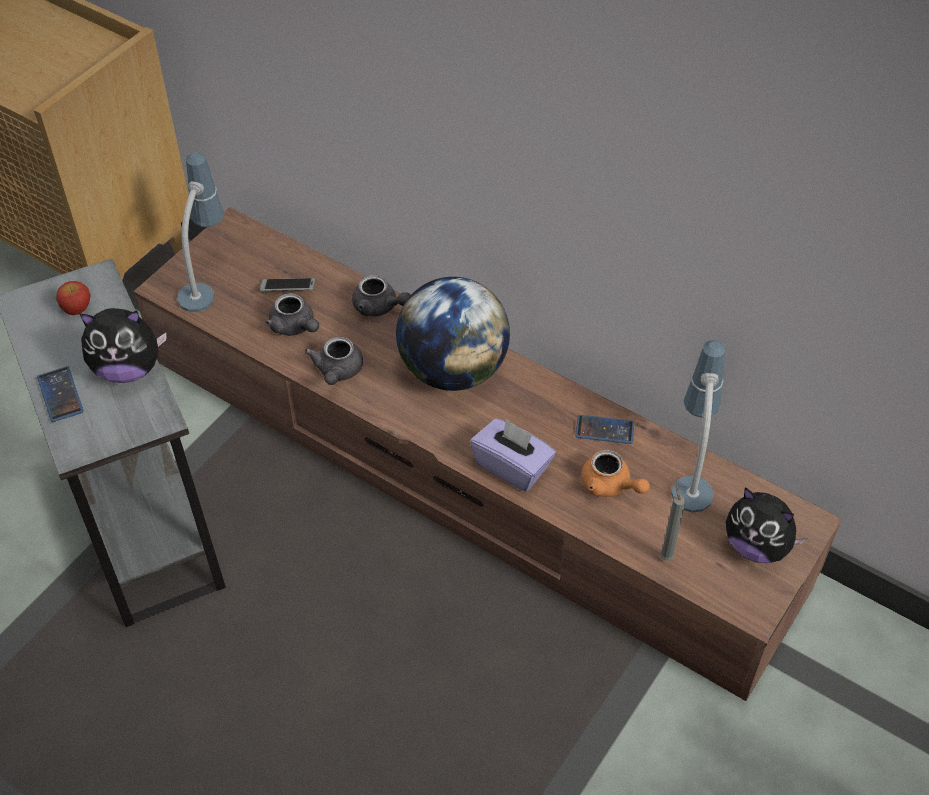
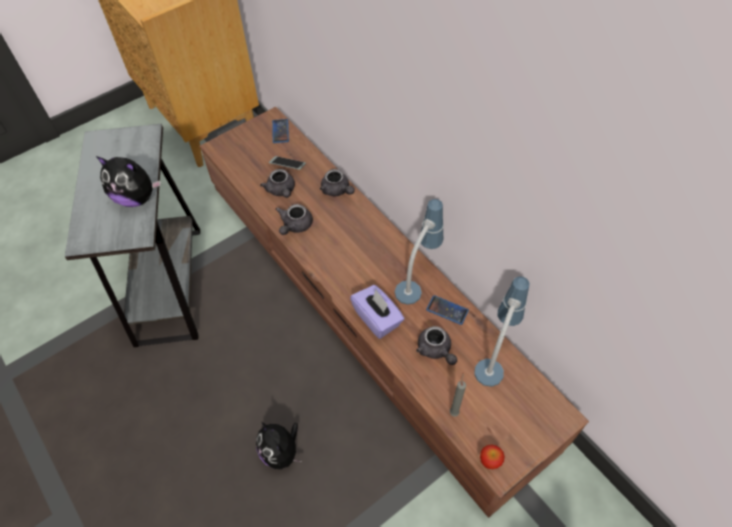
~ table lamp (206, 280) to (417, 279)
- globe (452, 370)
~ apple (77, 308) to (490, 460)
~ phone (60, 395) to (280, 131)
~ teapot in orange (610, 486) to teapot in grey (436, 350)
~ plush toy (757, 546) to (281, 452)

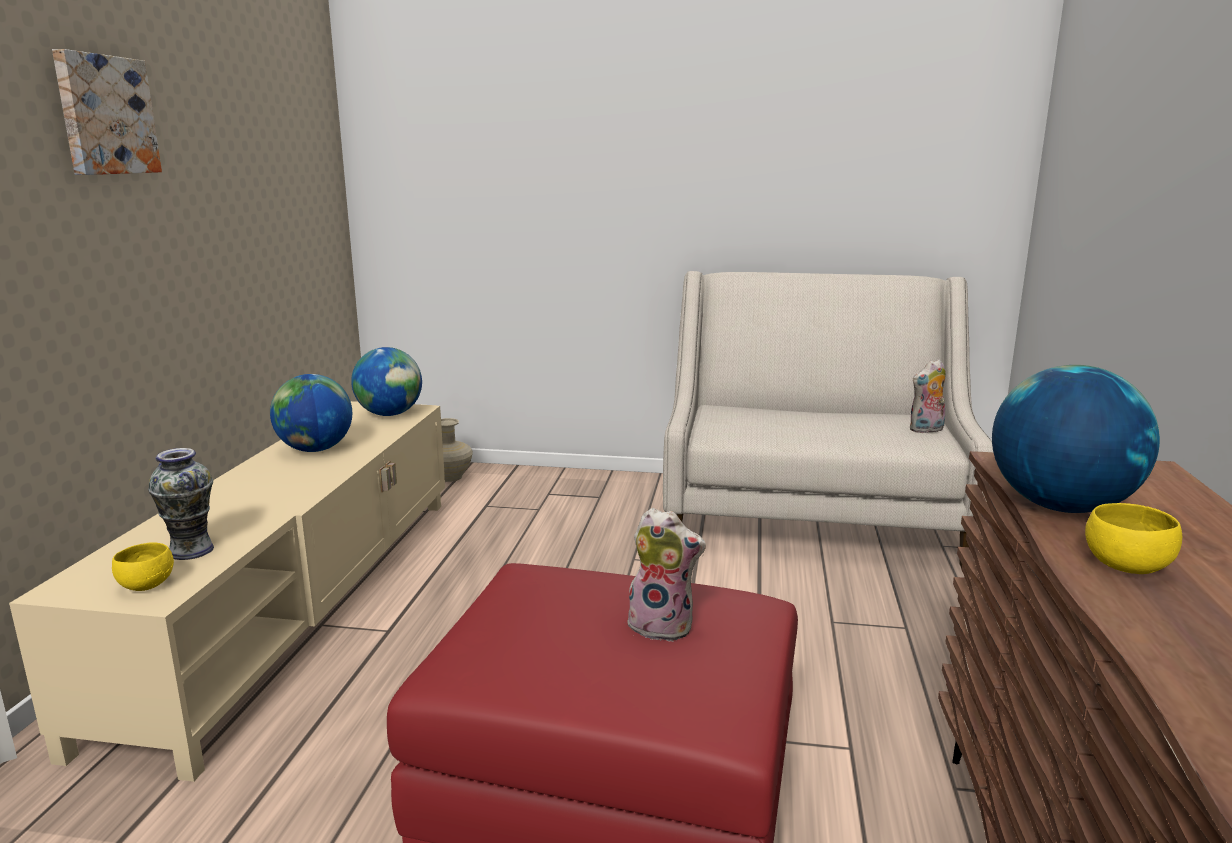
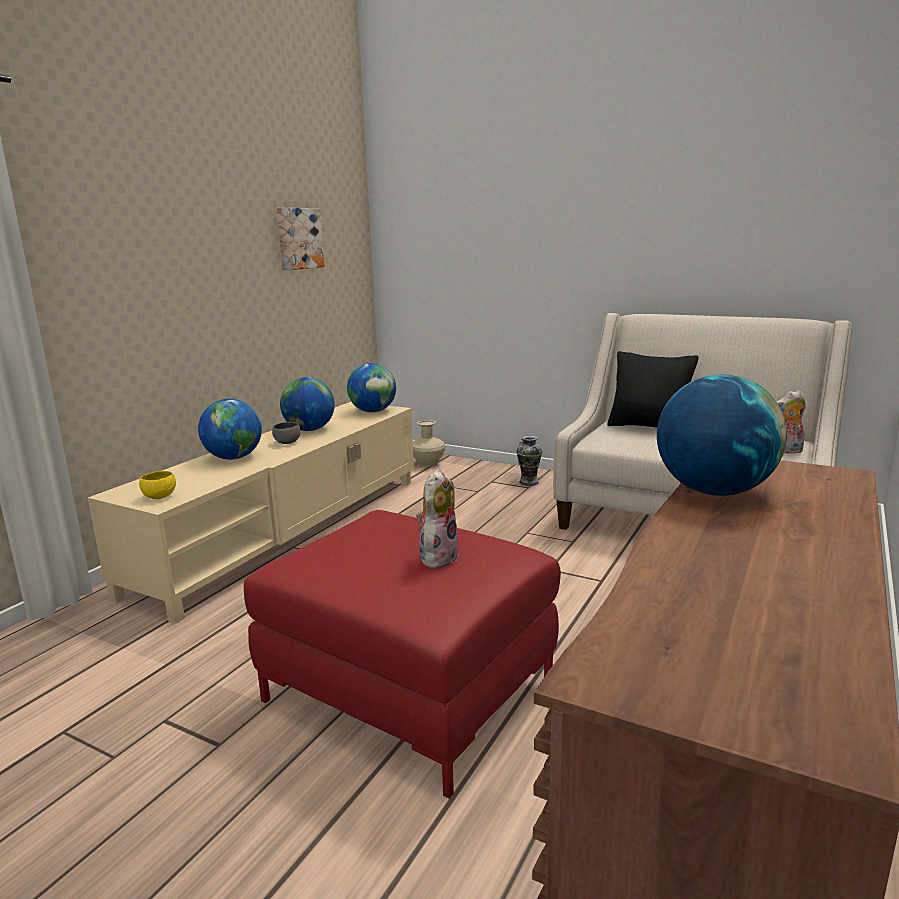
~ picture (104, 115) to (298, 238)
~ vase (190, 550) to (528, 482)
- bowl in yellow (1122, 567)
~ plush toy (663, 626) = (437, 556) 105 degrees counterclockwise
+ pillow in black (649, 427)
+ globe (233, 458)
+ bowl in grey (286, 443)

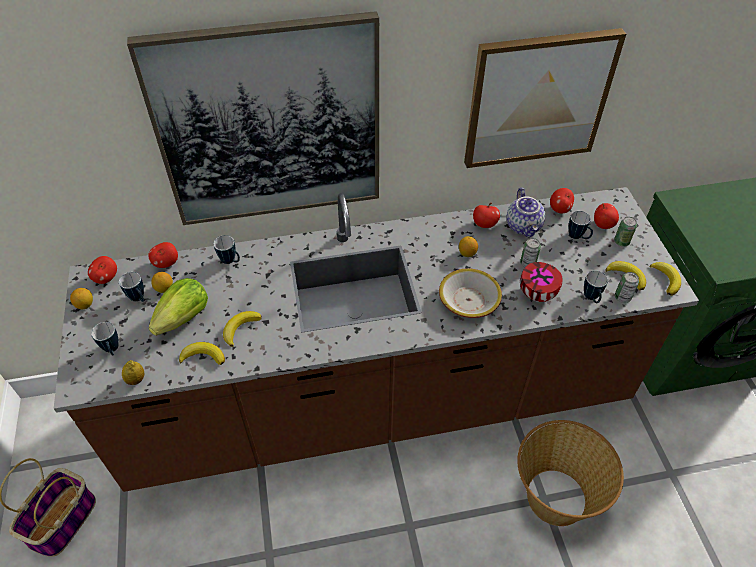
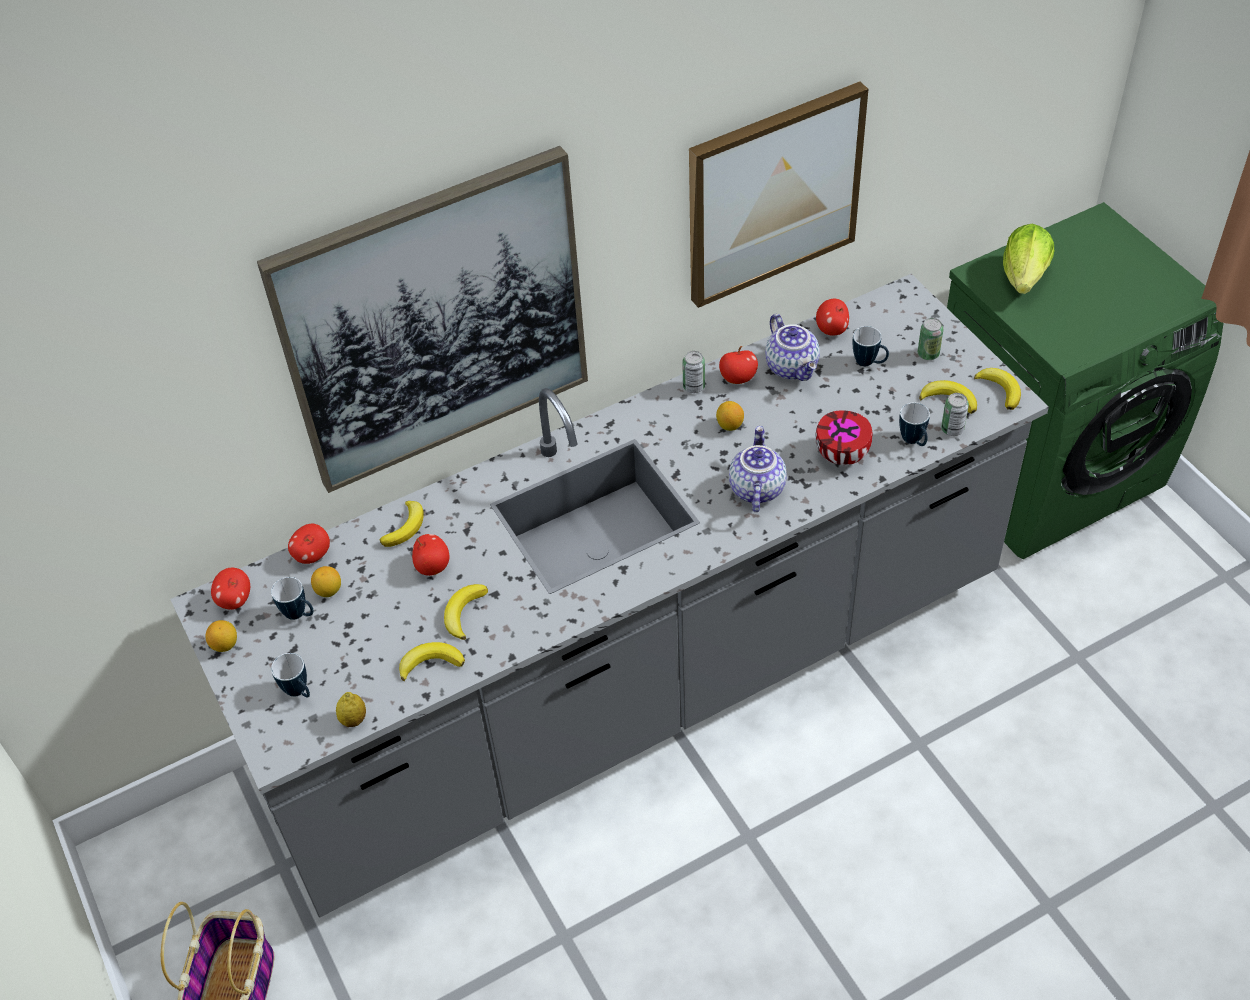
~ counter in brown (378, 401) to counter in grey (637, 683)
~ apple (603, 224) to (432, 566)
~ mug (231, 261) to banana (405, 527)
~ can (528, 263) to (694, 386)
~ bowl (468, 300) to teapot (755, 488)
~ lettuce (184, 318) to (1024, 276)
- basket (555, 496)

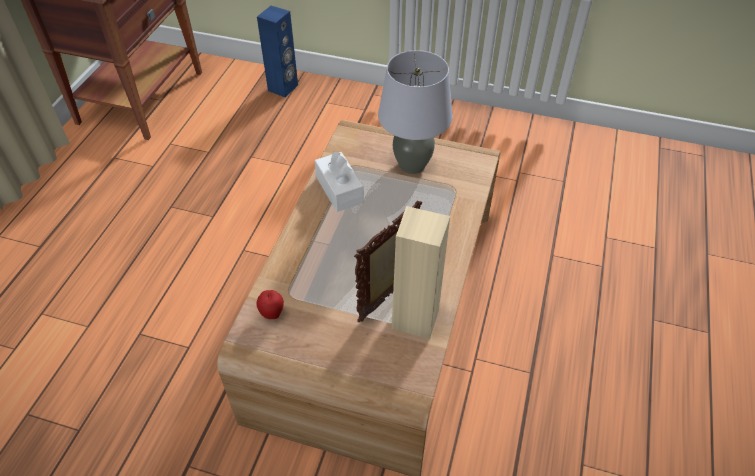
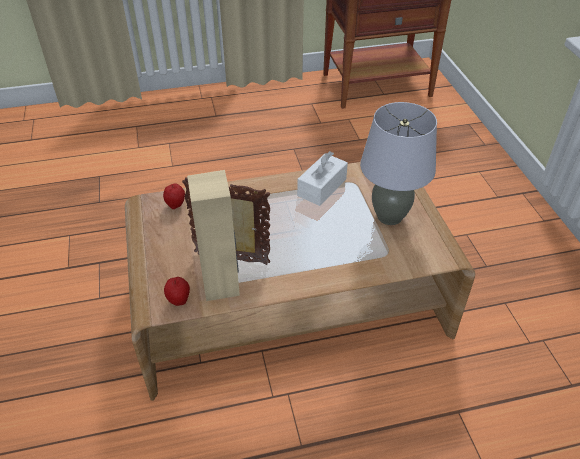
- speaker in blue (283, 88)
+ apple (179, 300)

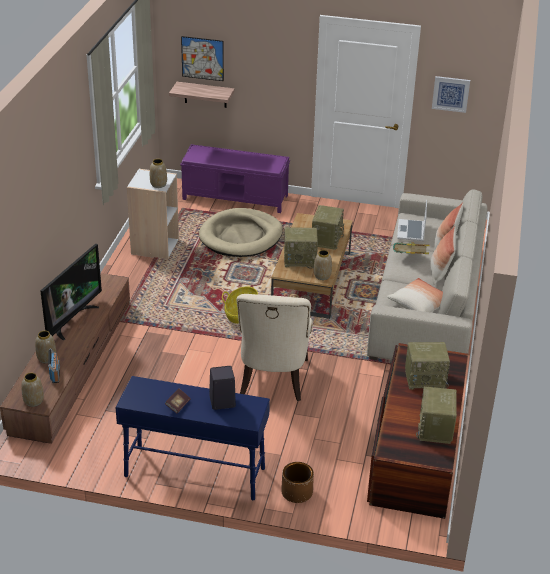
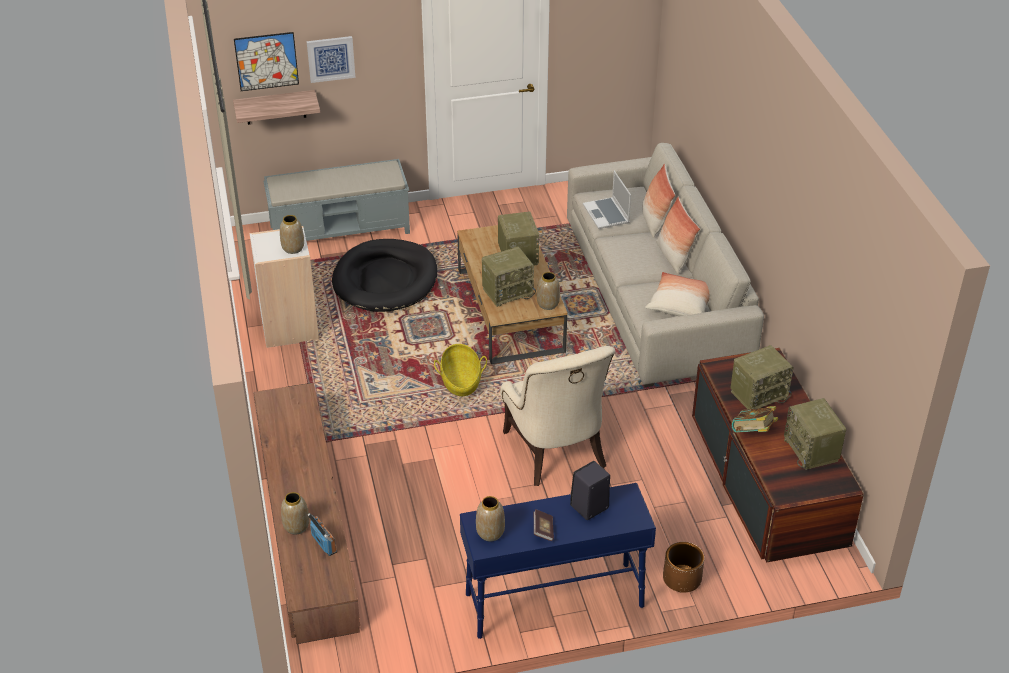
~ picture (450, 94) to (331, 58)
~ bench in purple (236, 197) to bench in grey (341, 229)
~ dog bed in beige (241, 236) to dog bed in black (385, 280)
~ book (409, 259) to (752, 433)
- television (72, 320)
~ vase (33, 401) to (490, 533)

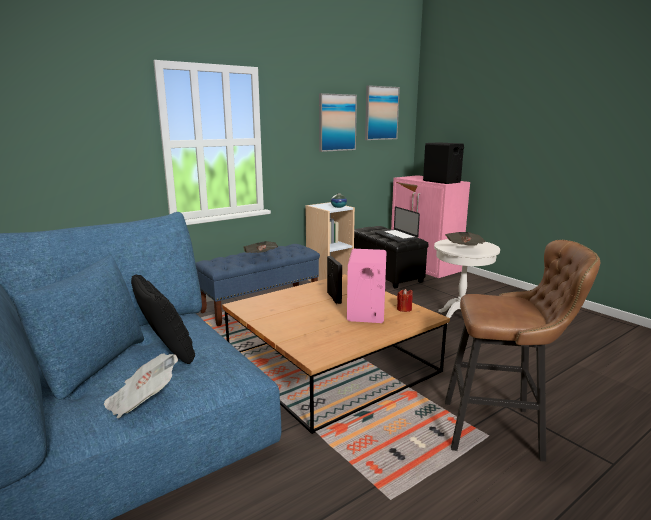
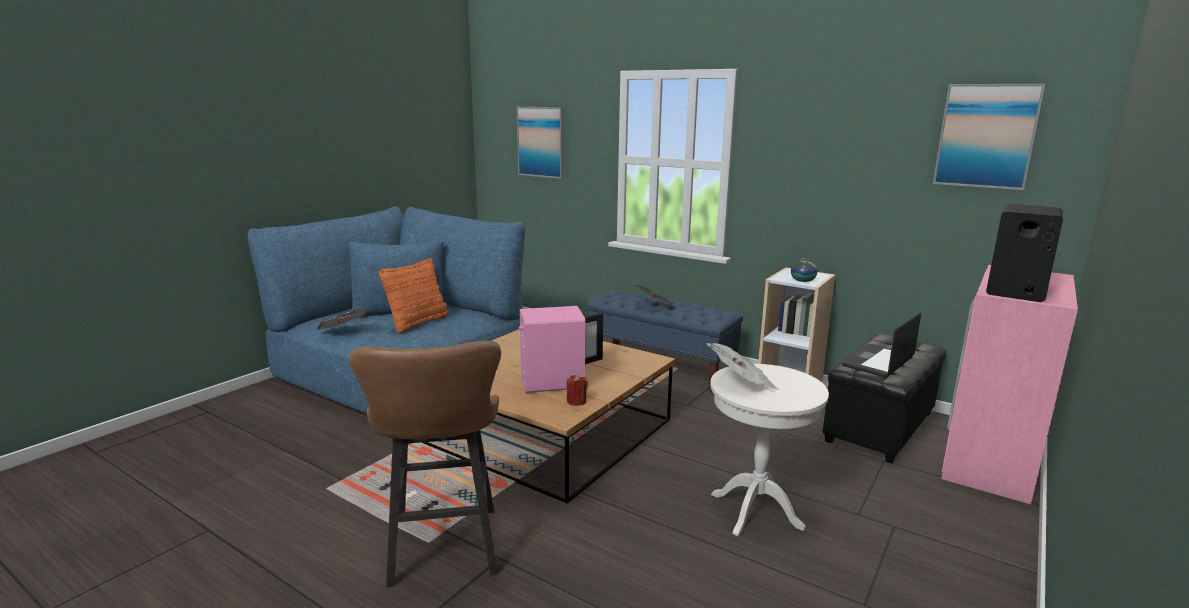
~ picture (337, 122) to (541, 142)
~ pillow in black (166, 352) to pillow in orange (417, 323)

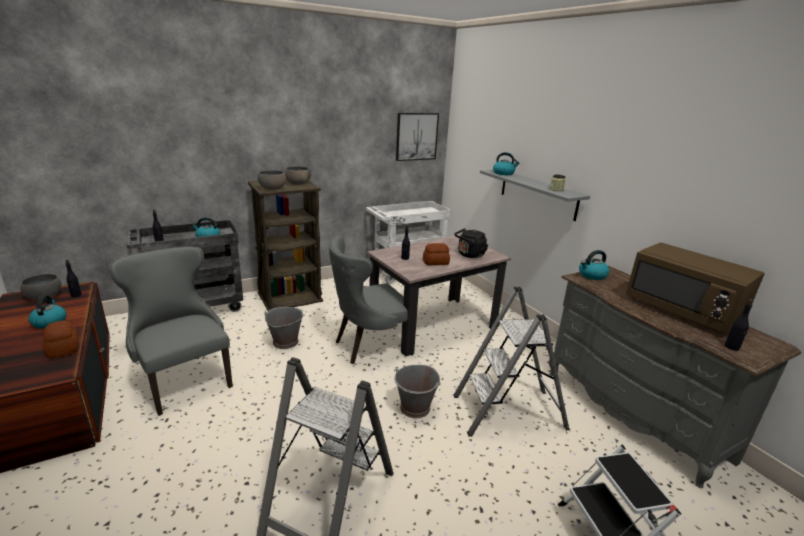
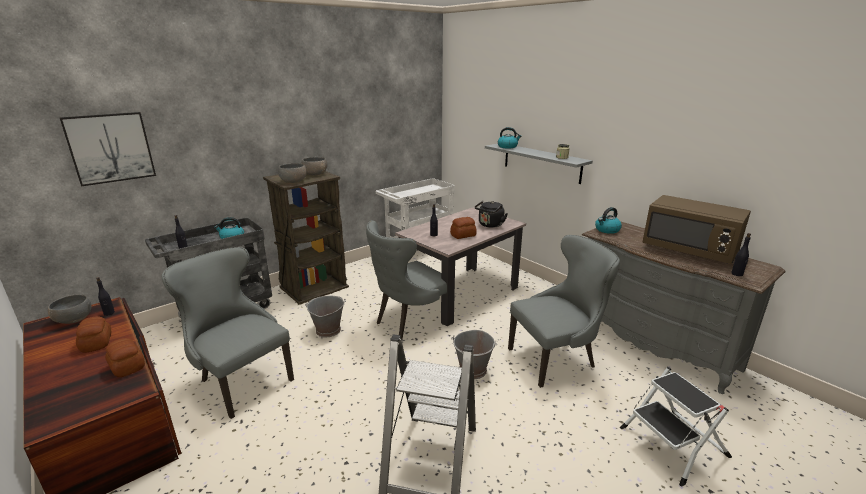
~ picture (416, 136) to (110, 148)
~ step ladder in grey (510, 411) to chair in grey (555, 359)
~ kettle (49, 322) to bread (96, 343)

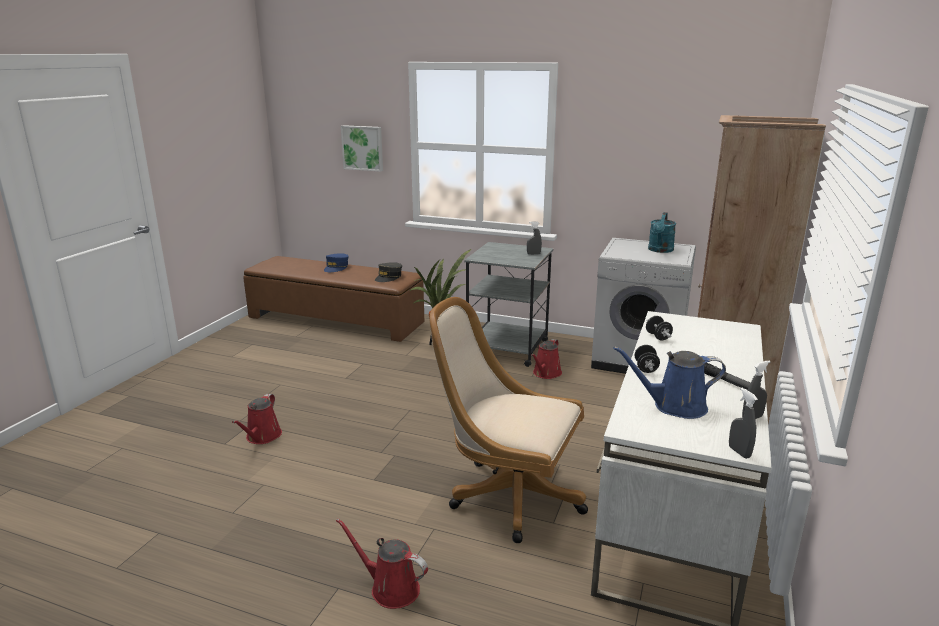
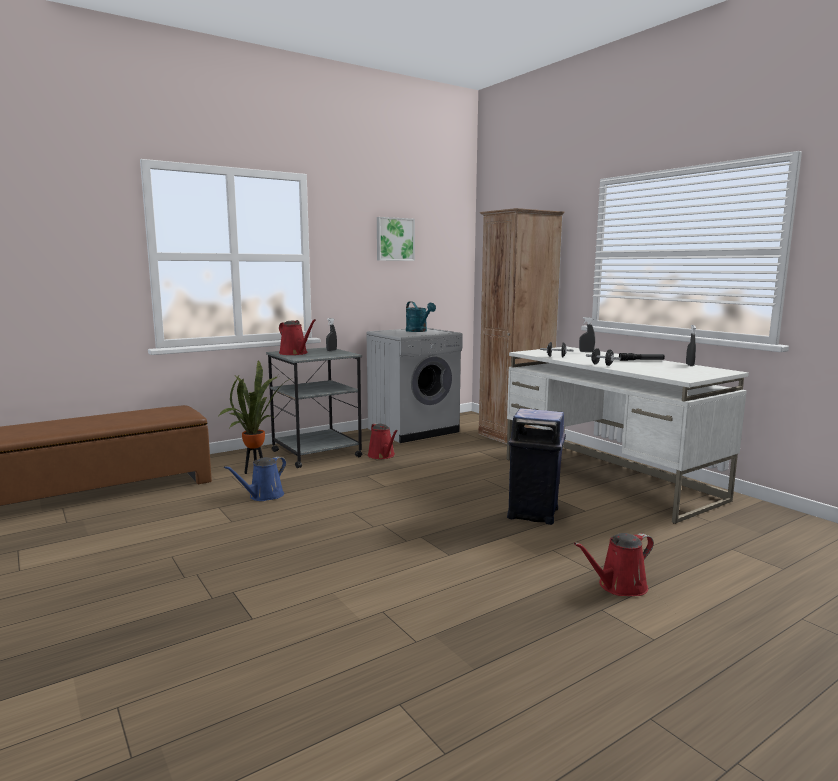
~ picture (363, 148) to (394, 239)
- cap in blue (336, 268)
- cap in grey (388, 277)
~ office chair (507, 494) to trash can in blue (534, 513)
~ watering can in blue (674, 406) to (263, 496)
~ spray bottle in grey (739, 452) to (586, 352)
~ watering can in red (262, 437) to (295, 353)

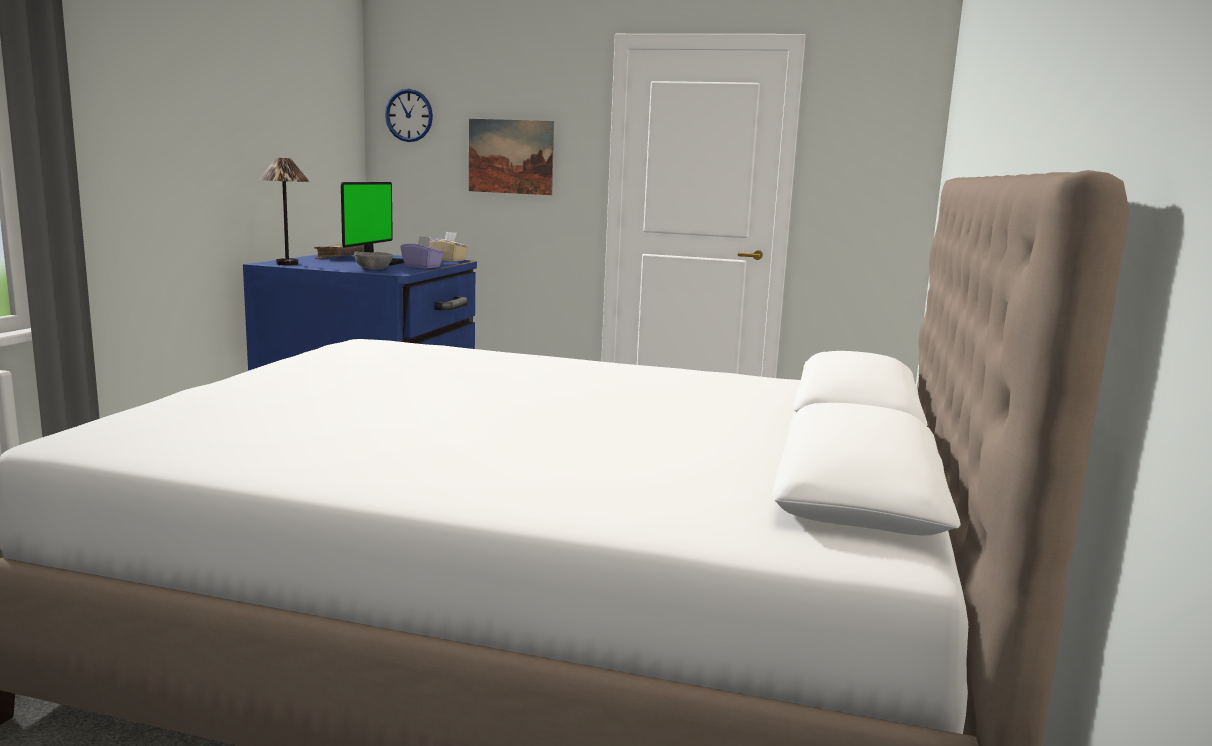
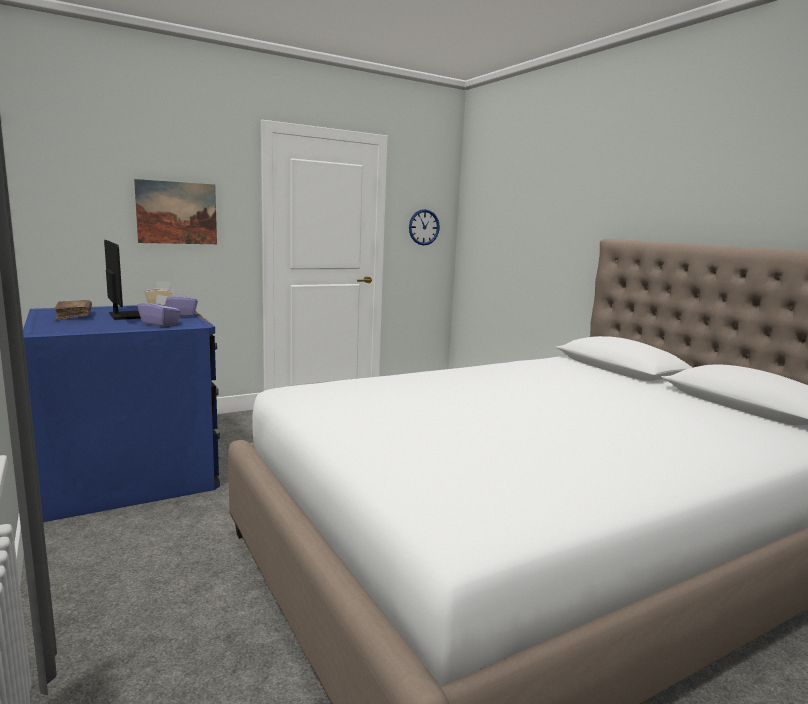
~ wall clock (409, 115) to (424, 227)
- table lamp (288, 264)
~ bowl in grey (373, 269) to tissue box in purple (160, 324)

